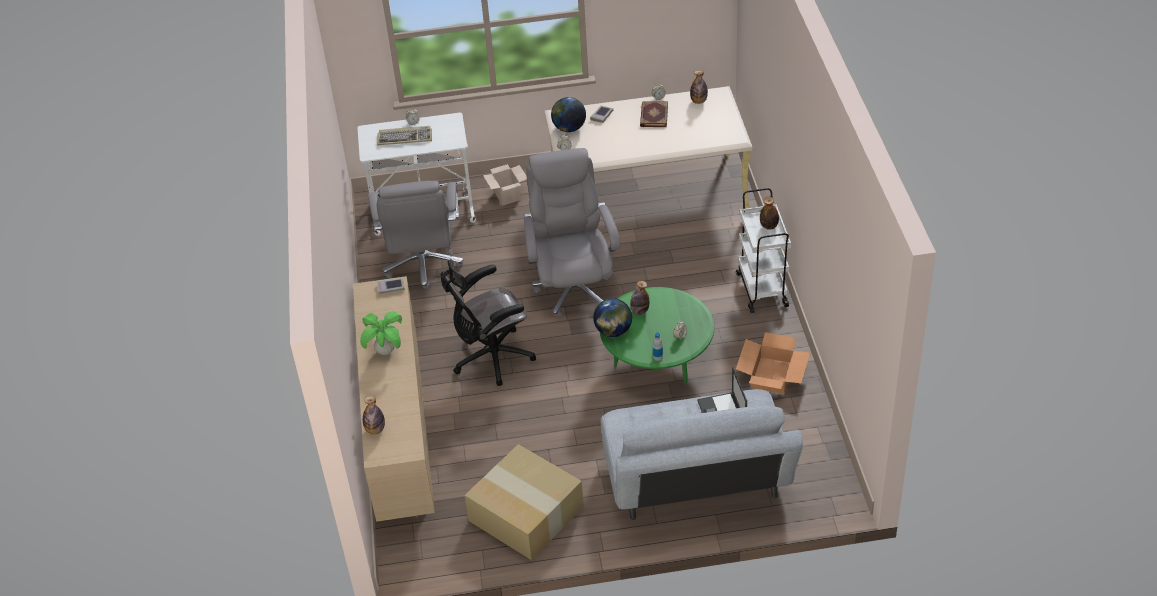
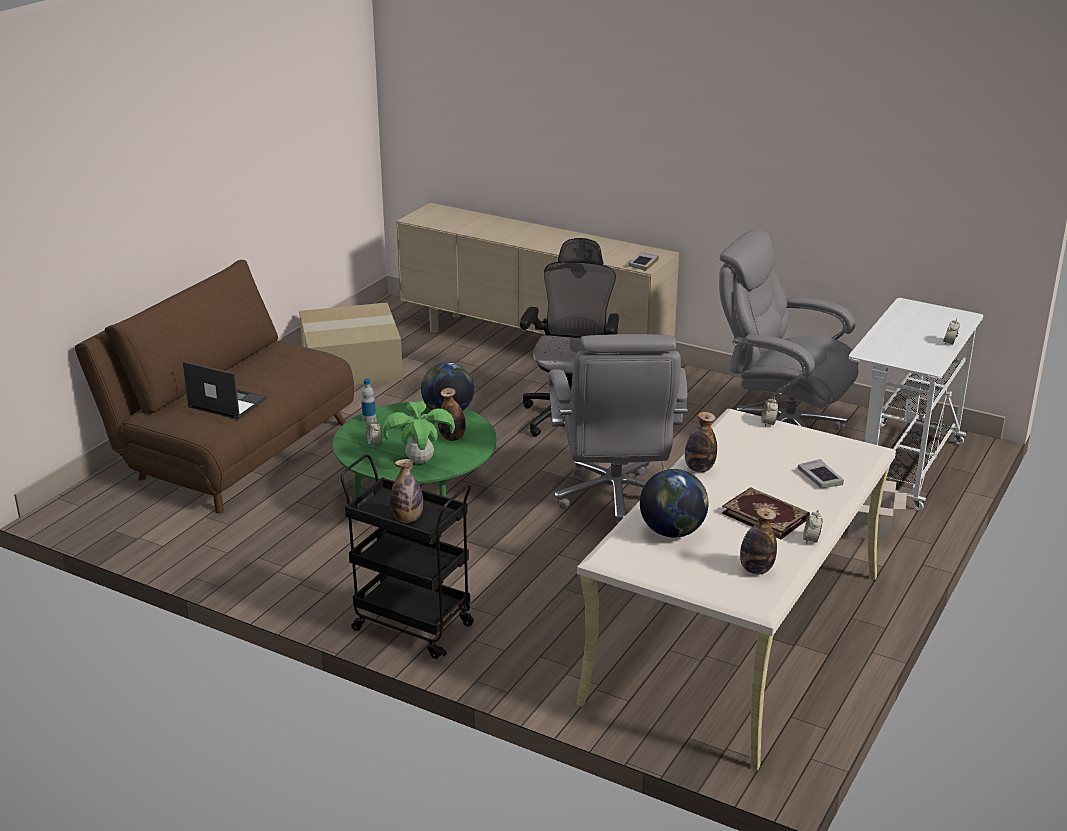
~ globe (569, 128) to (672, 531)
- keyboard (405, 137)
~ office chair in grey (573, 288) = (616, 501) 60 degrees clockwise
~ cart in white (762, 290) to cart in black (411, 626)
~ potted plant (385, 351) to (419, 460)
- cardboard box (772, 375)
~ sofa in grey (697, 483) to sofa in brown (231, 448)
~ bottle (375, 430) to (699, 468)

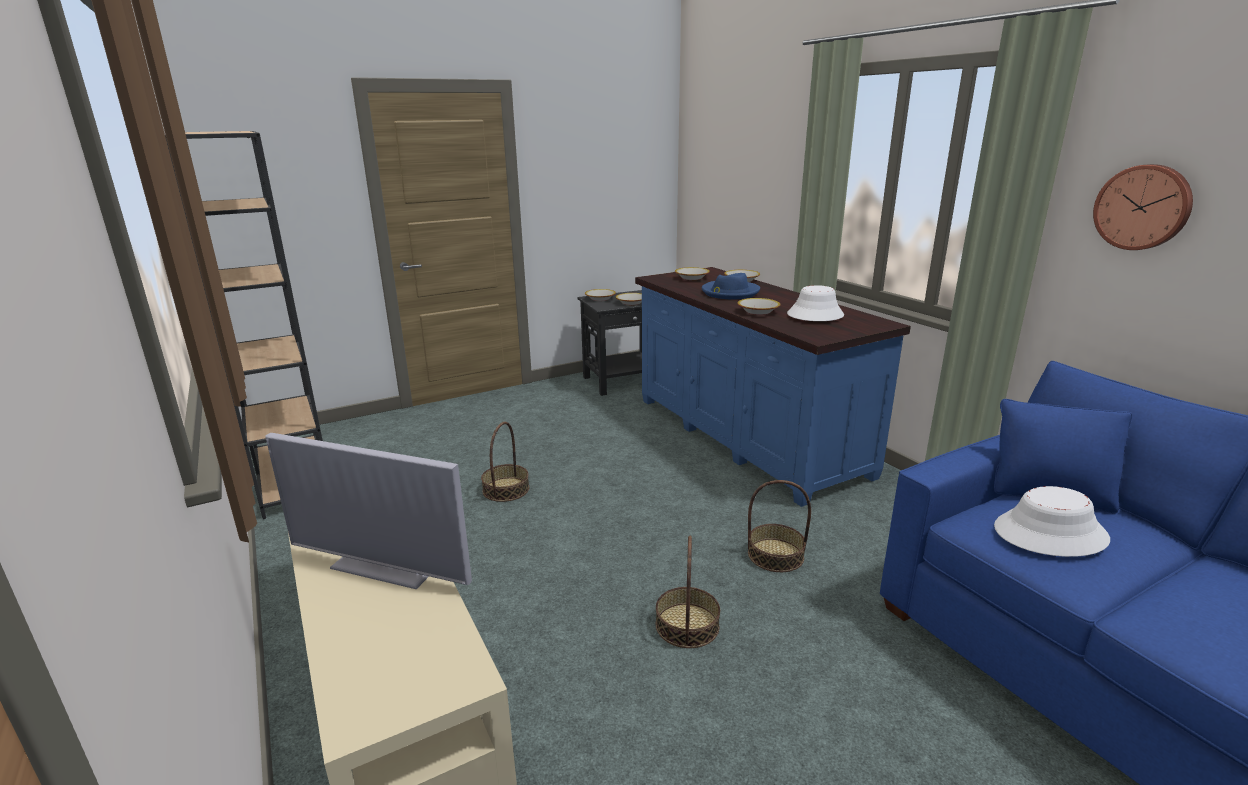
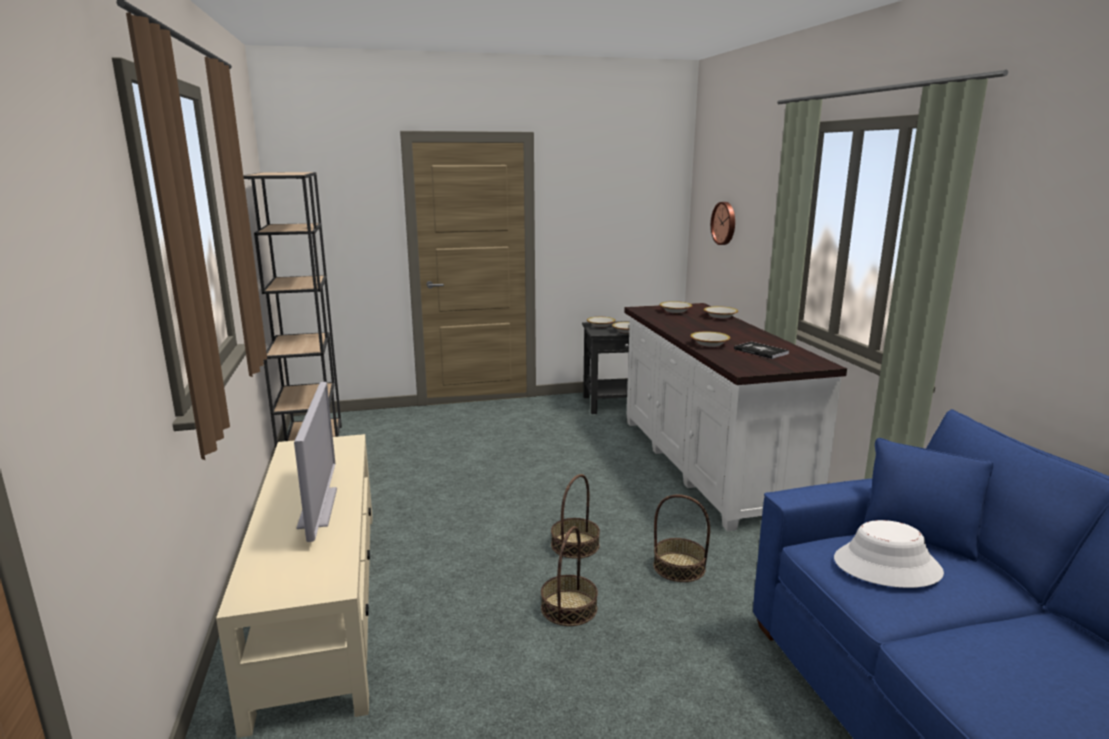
~ wall clock (1143, 207) to (725, 223)
~ cabinet in blue (746, 436) to cabinet in white (709, 464)
- hat in blue (729, 293)
~ hat in white (815, 315) to book (761, 351)
~ basket (506, 489) to (575, 545)
~ television (384, 567) = (318, 507) 135 degrees counterclockwise

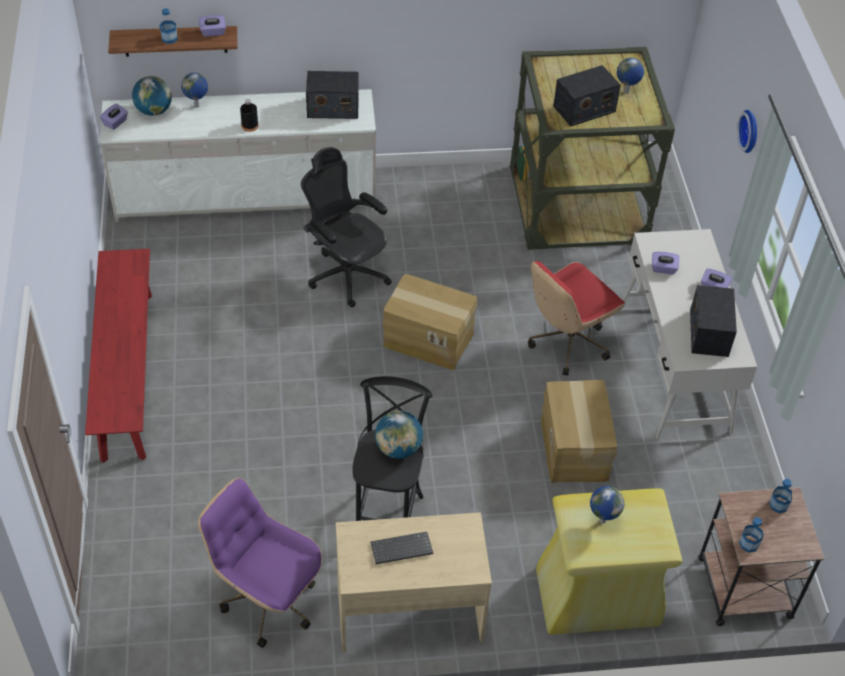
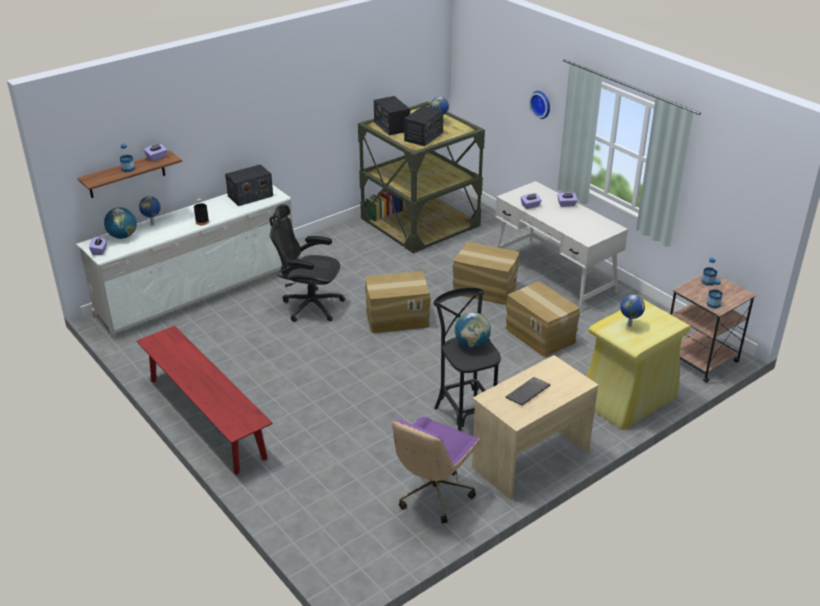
~ office chair in red (567, 346) to cardboard box (484, 289)
~ radio (709, 332) to (391, 126)
~ office chair in purple (267, 602) = (433, 497) 60 degrees counterclockwise

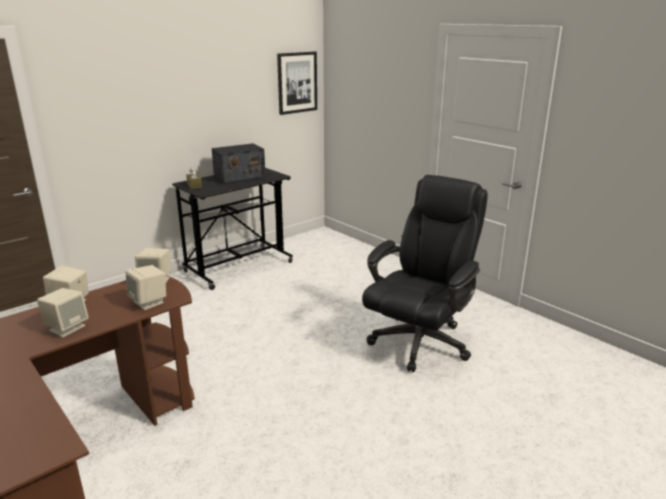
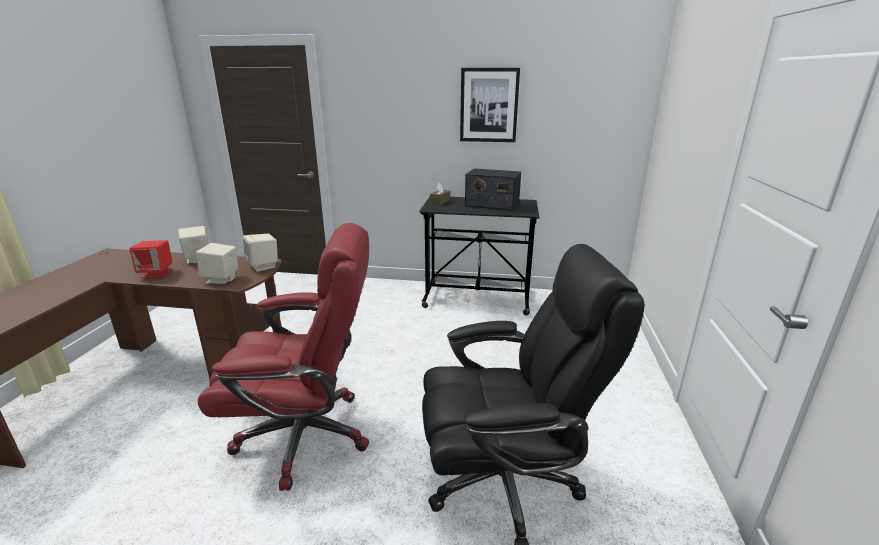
~ picture (297, 82) to (489, 105)
~ speaker in beige (67, 328) to speaker in red (157, 273)
+ office chair in red (304, 435)

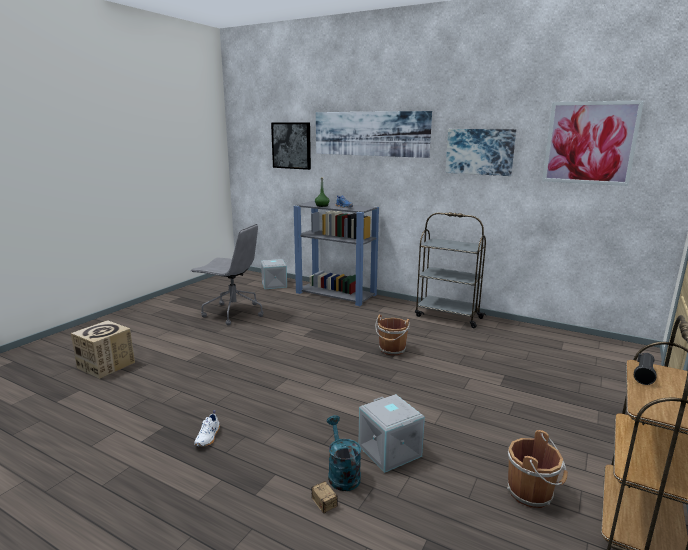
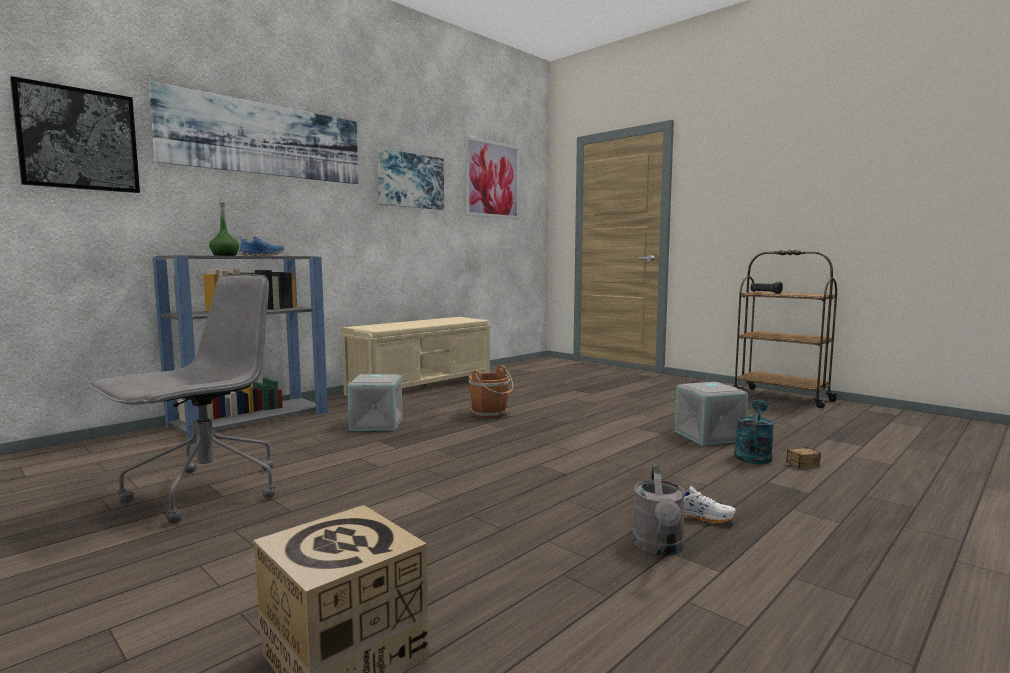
~ cart in grey (447, 317) to bench in beige (422, 386)
~ storage box in grey (274, 285) to (377, 424)
~ watering can in turquoise (342, 473) = (753, 455) 120 degrees clockwise
- bucket in brown (532, 493)
+ watering can in grey (659, 547)

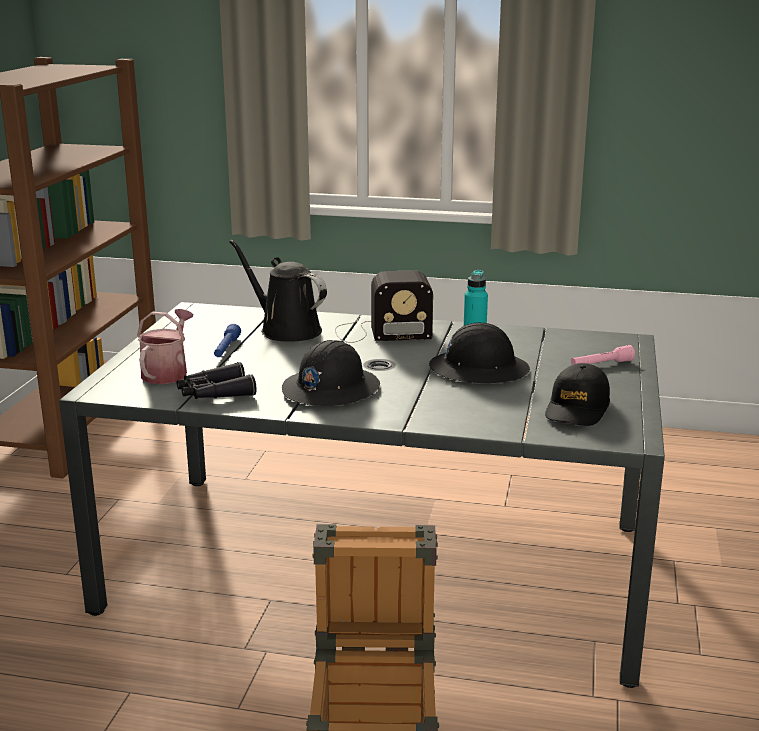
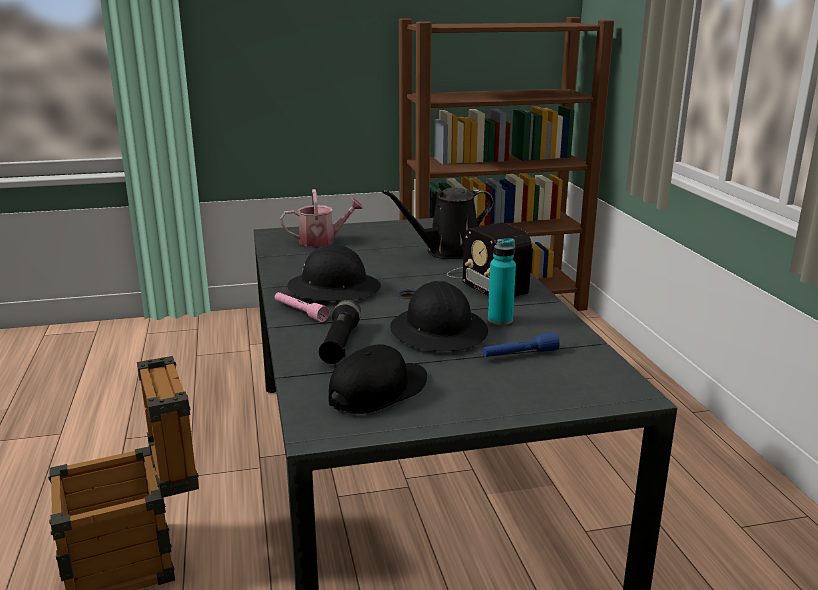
~ watering can in black (286, 330) = (449, 252) 135 degrees counterclockwise
~ flashlight in blue (226, 348) to (519, 355)
~ flashlight in pink (601, 364) to (300, 312)
- binoculars in black (214, 393)
~ cap in black (577, 409) = (378, 391) 135 degrees clockwise
+ flashlight in black (340, 343)

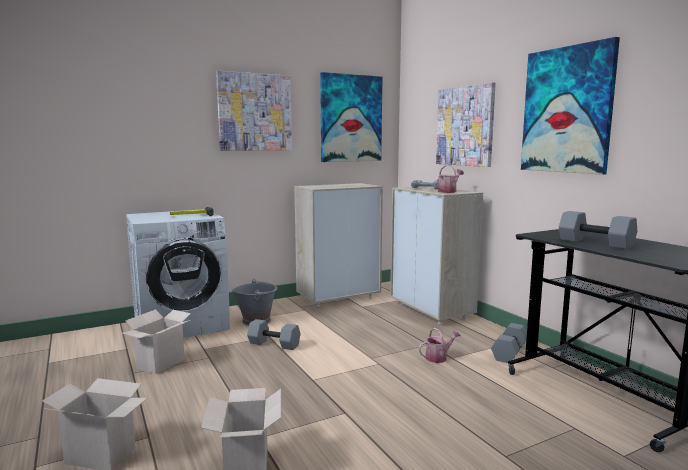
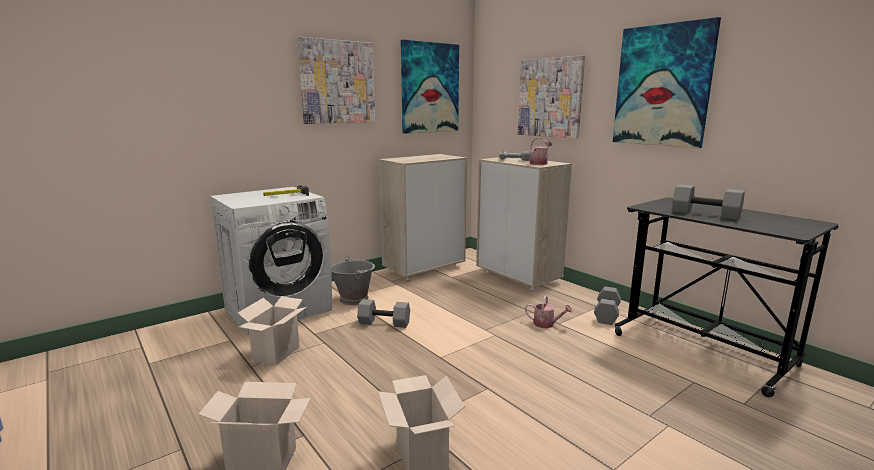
~ watering can (438, 357) = (546, 324) 60 degrees clockwise

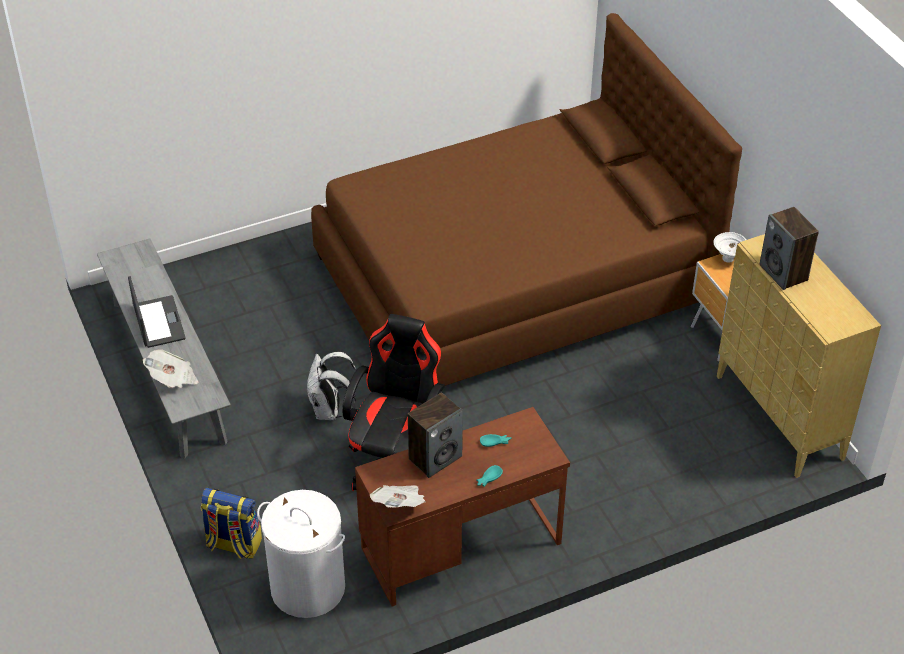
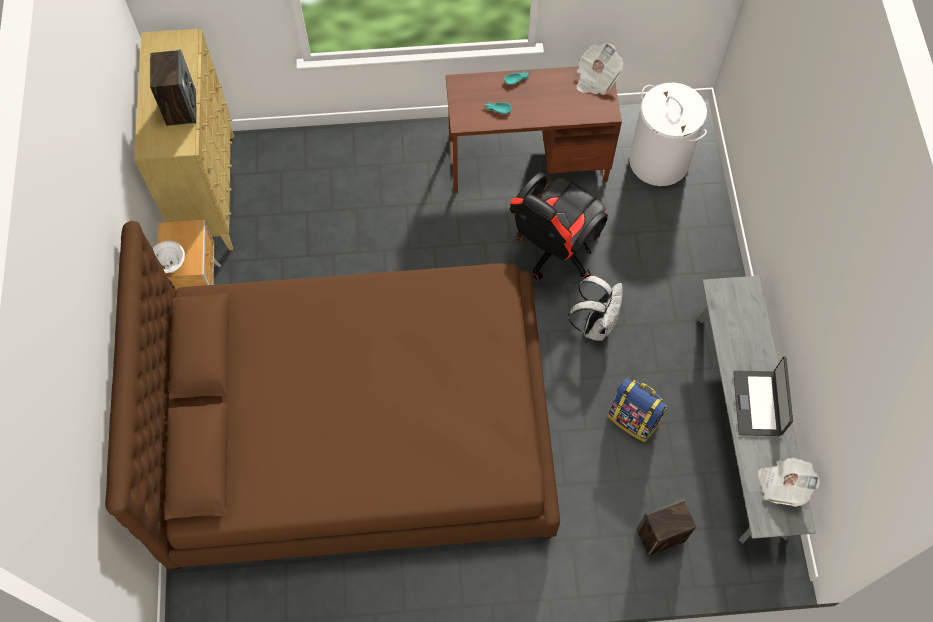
~ newspaper (173, 379) to (783, 485)
~ speaker (435, 457) to (660, 536)
~ backpack (233, 544) to (634, 419)

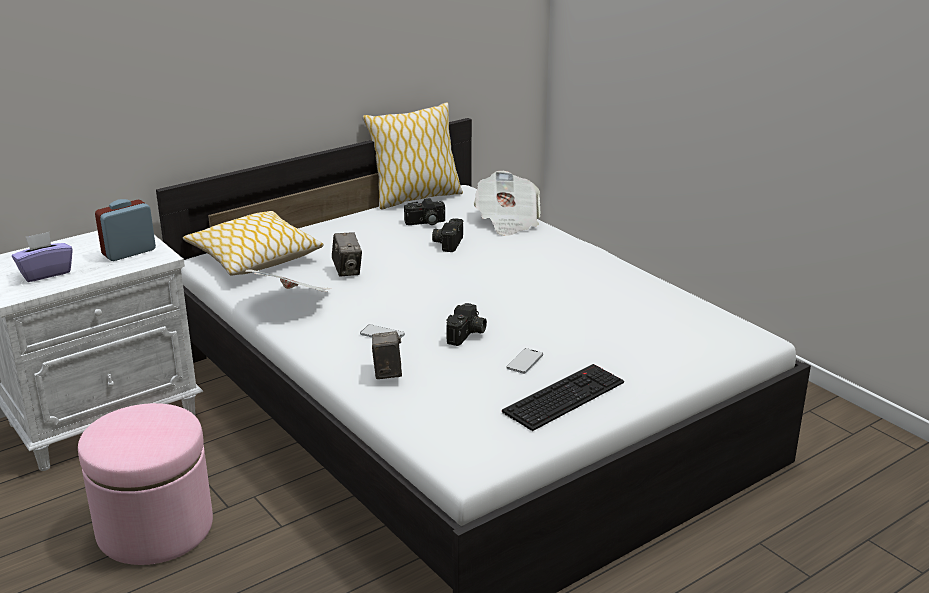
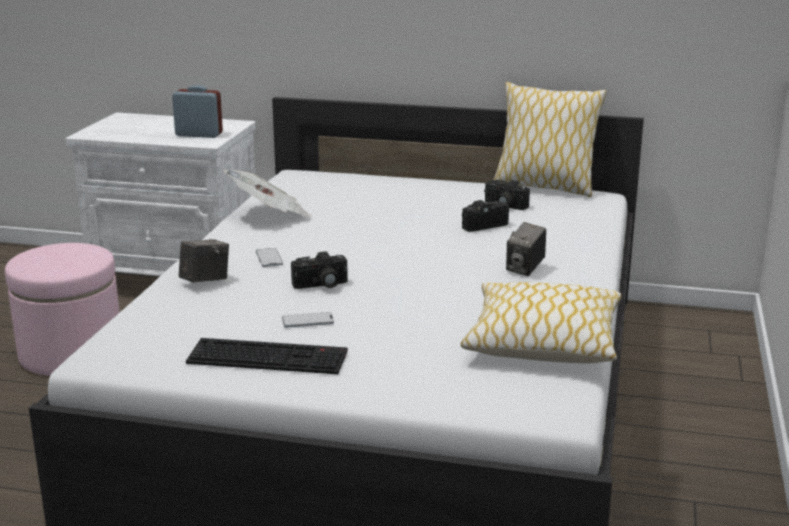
- newspaper (507, 221)
~ pillow (254, 257) to (542, 342)
- tissue box in purple (45, 273)
~ photo camera (347, 270) to (525, 269)

